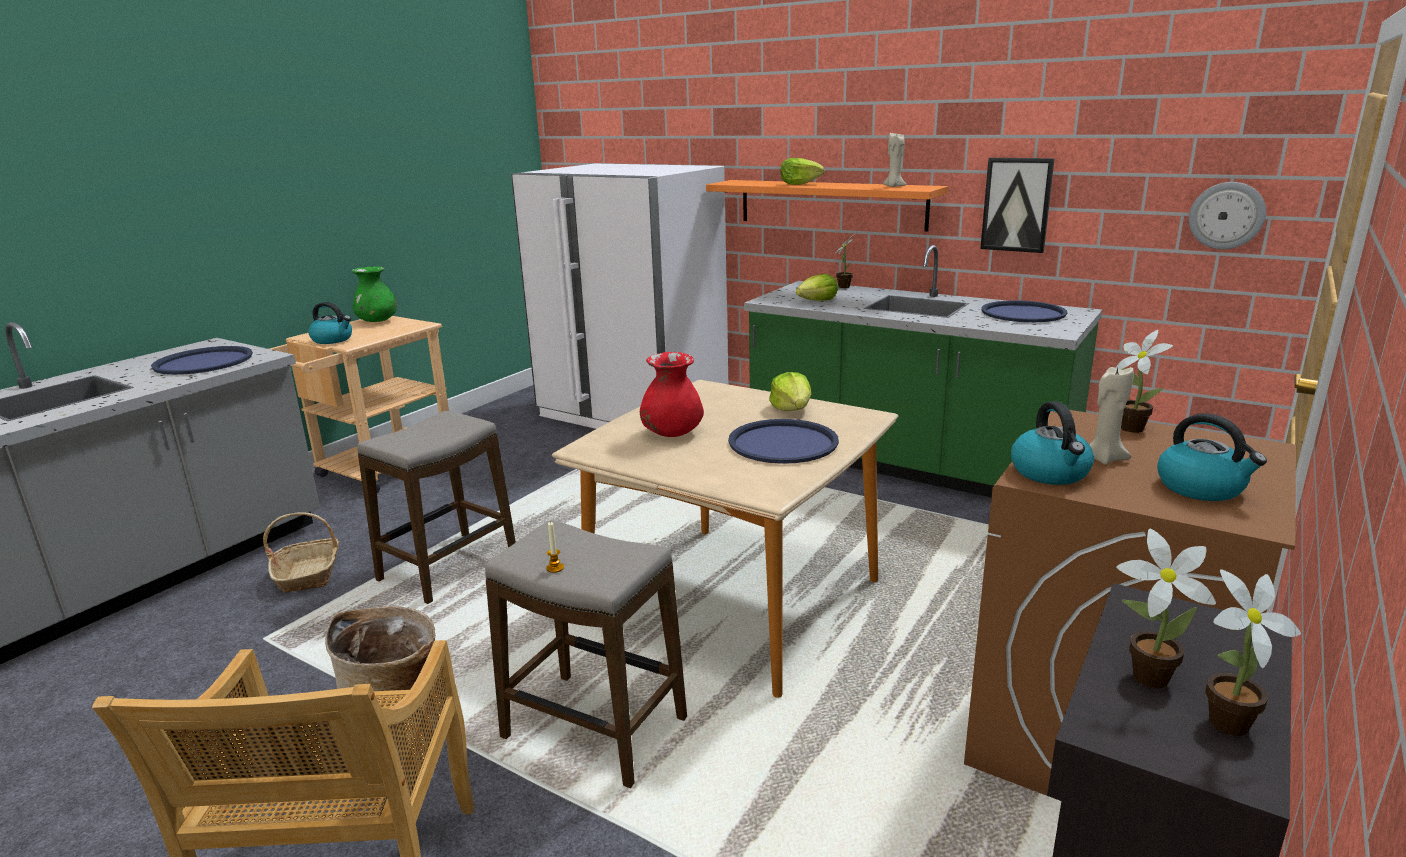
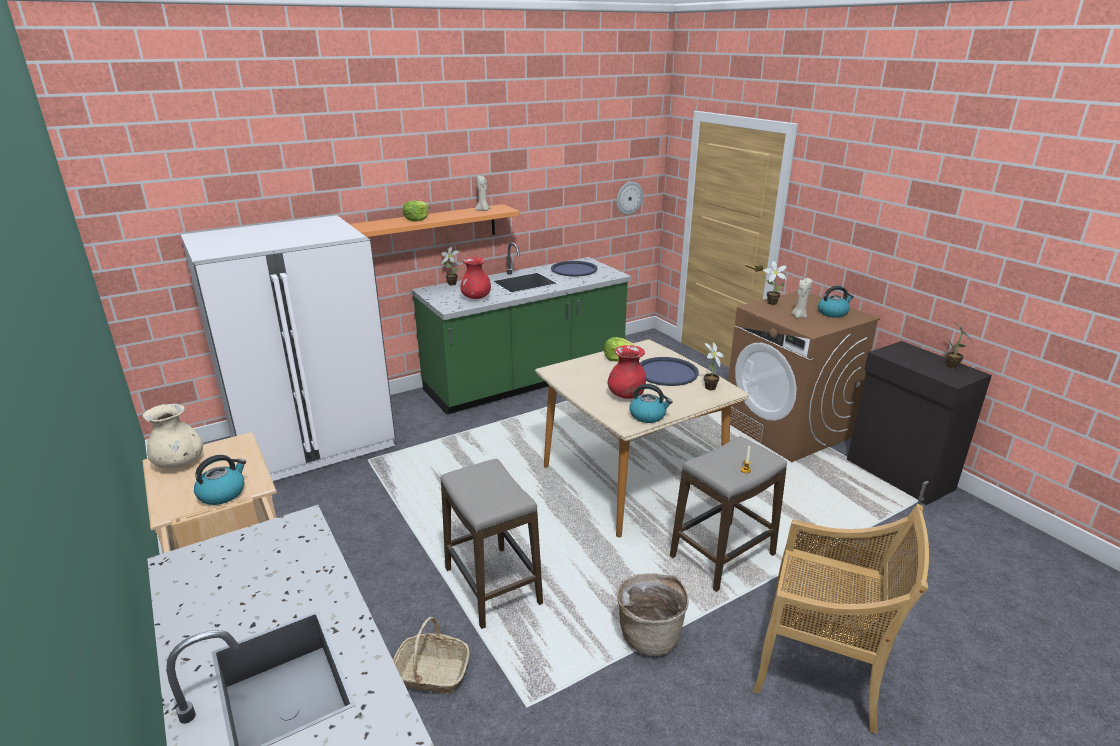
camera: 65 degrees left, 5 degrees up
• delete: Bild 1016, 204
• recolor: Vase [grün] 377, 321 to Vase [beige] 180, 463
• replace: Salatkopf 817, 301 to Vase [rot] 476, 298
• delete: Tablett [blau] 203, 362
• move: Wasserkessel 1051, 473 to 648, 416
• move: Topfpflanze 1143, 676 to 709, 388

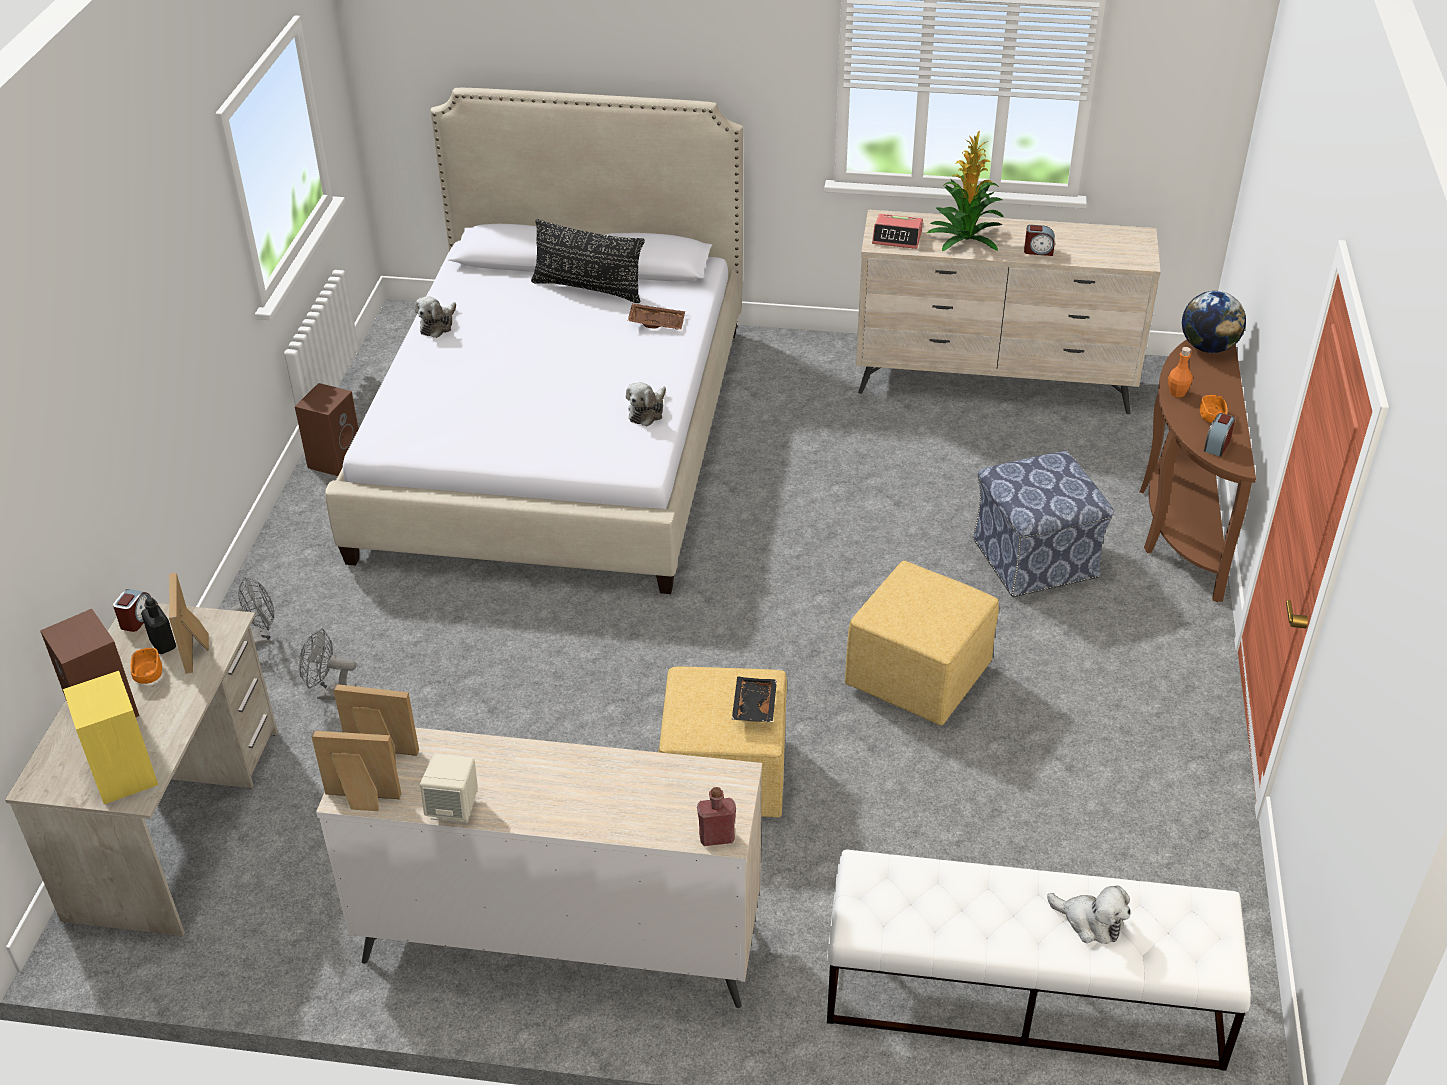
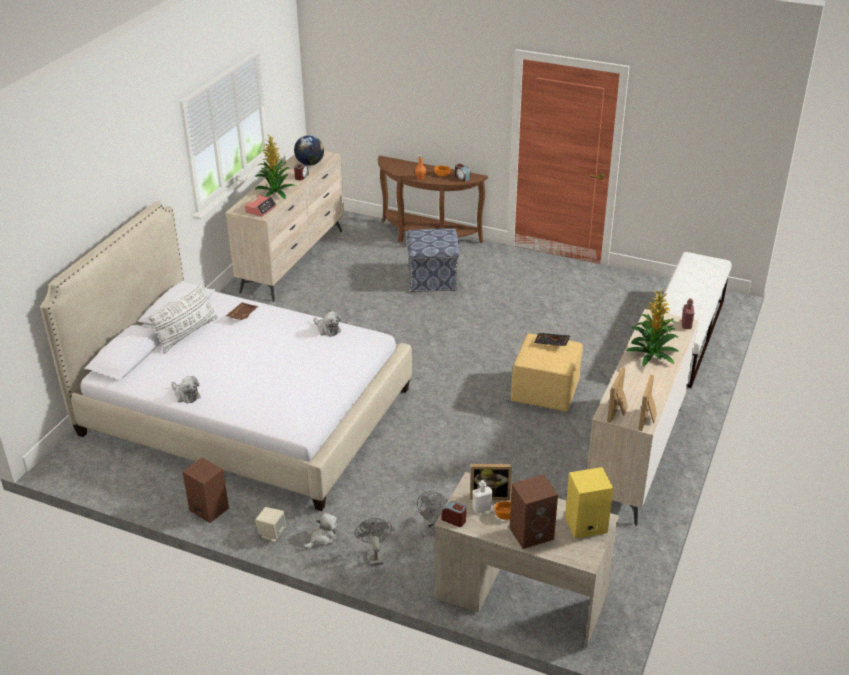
camera: 75 degrees left, 5 degrees down
• recolor: Kissen [schwarz] 588, 288 to Kissen [weiß] 187, 334
• move: Globus 1208, 347 to 310, 163
• delete: Polsterhocker [gelb] 919, 679
• recolor: Flasche [schwarz] 163, 644 to Flasche [weiß] 481, 509
• move: Lautsprecher [beige] 454, 808 to 272, 533
• move: Plüschtier 1090, 922 to 322, 538
• insert: Topfpflanze 652, 354

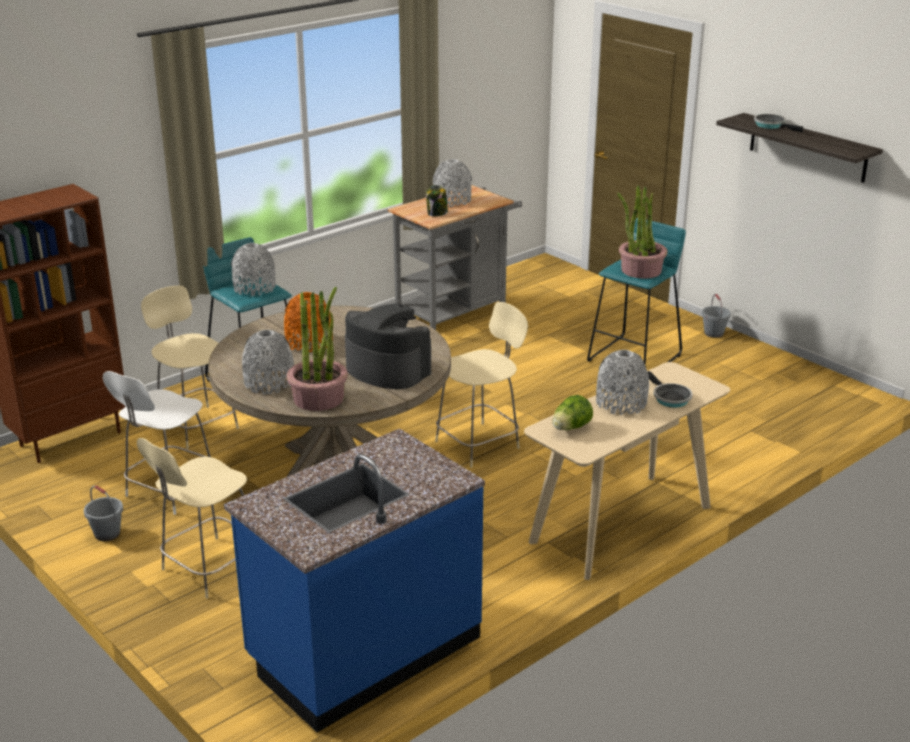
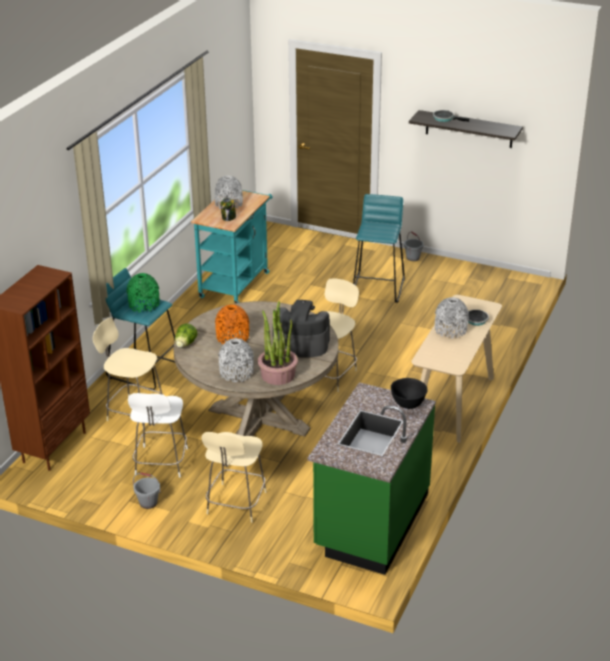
camera: 25 degrees left, 5 degrees up
• recolor: Rollwagen [grau] 456, 313 to Rollwagen [türkis] 236, 282
• delete: Topfpflanze 640, 270
• recolor: Vase [grau] 254, 288 to Vase [grün] 144, 304
• move: Salatkopf 571, 428 to 185, 344
• recolor: Küchenzeile [blau] 363, 650 to Küchenzeile [grün] 370, 522
• insert: Schüssel [schwarz] 407, 404

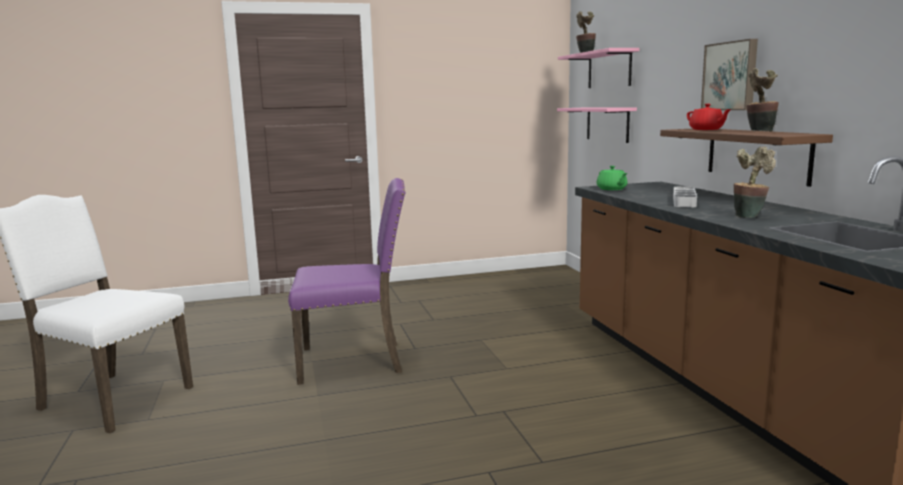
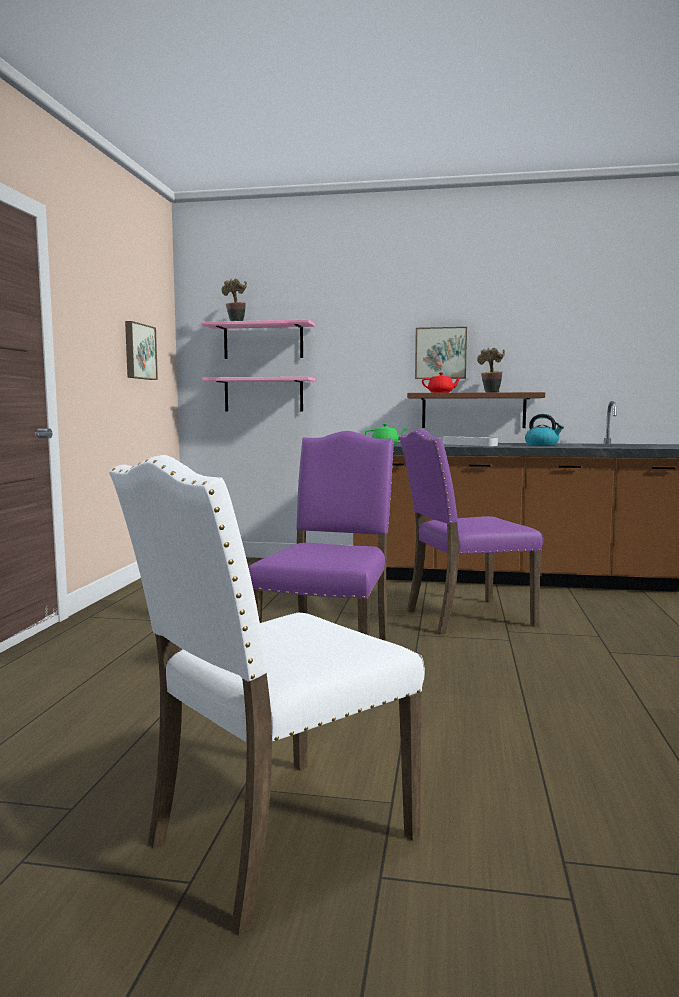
camera: 65 degrees left, 5 degrees down
• replace: Topfpflanze 750, 216 to Wasserkessel 542, 445
• insert: Bild 139, 351
• insert: Stuhl [lila] 465, 617

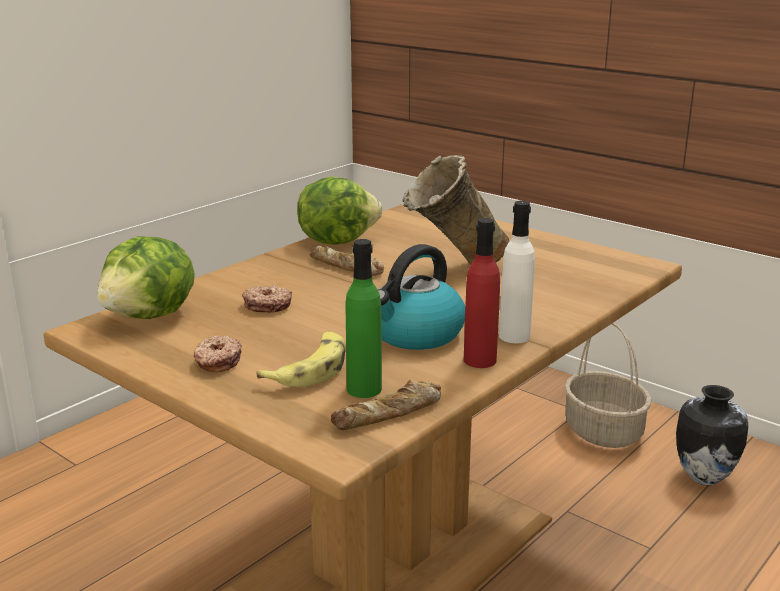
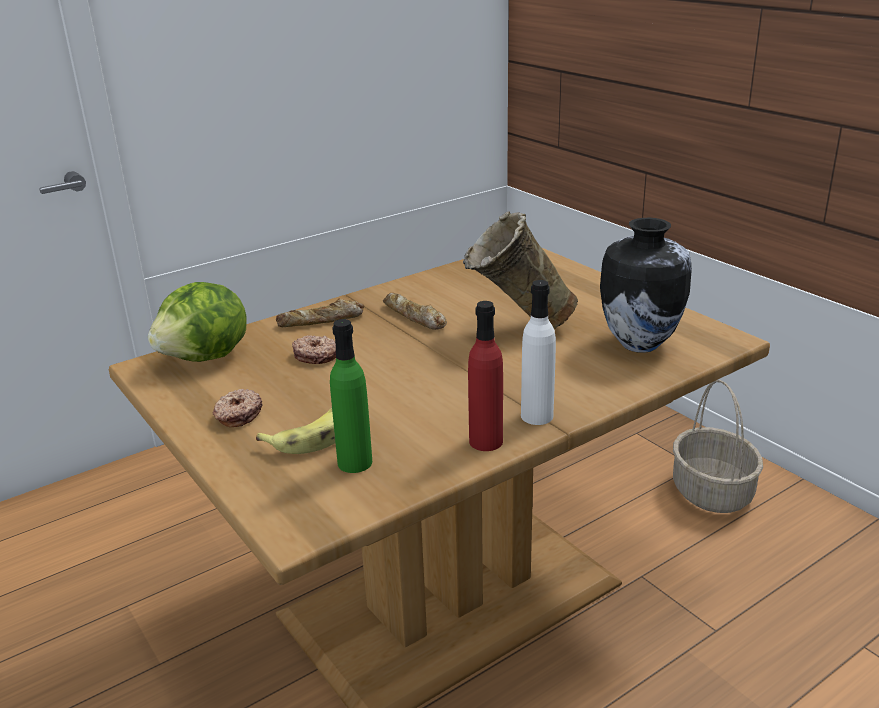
camera: 15 degrees right, 5 degrees up
• delete: Salatkopf 337, 240
• delete: Wasserkessel 415, 334
• move: Brot 389, 414 to 321, 321
• move: Vase 703, 477 to 639, 344

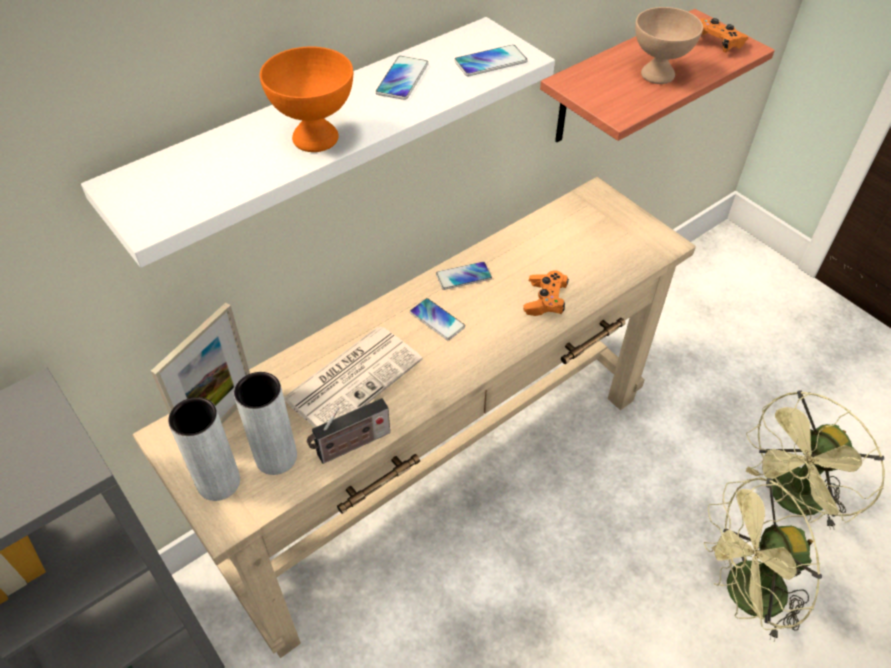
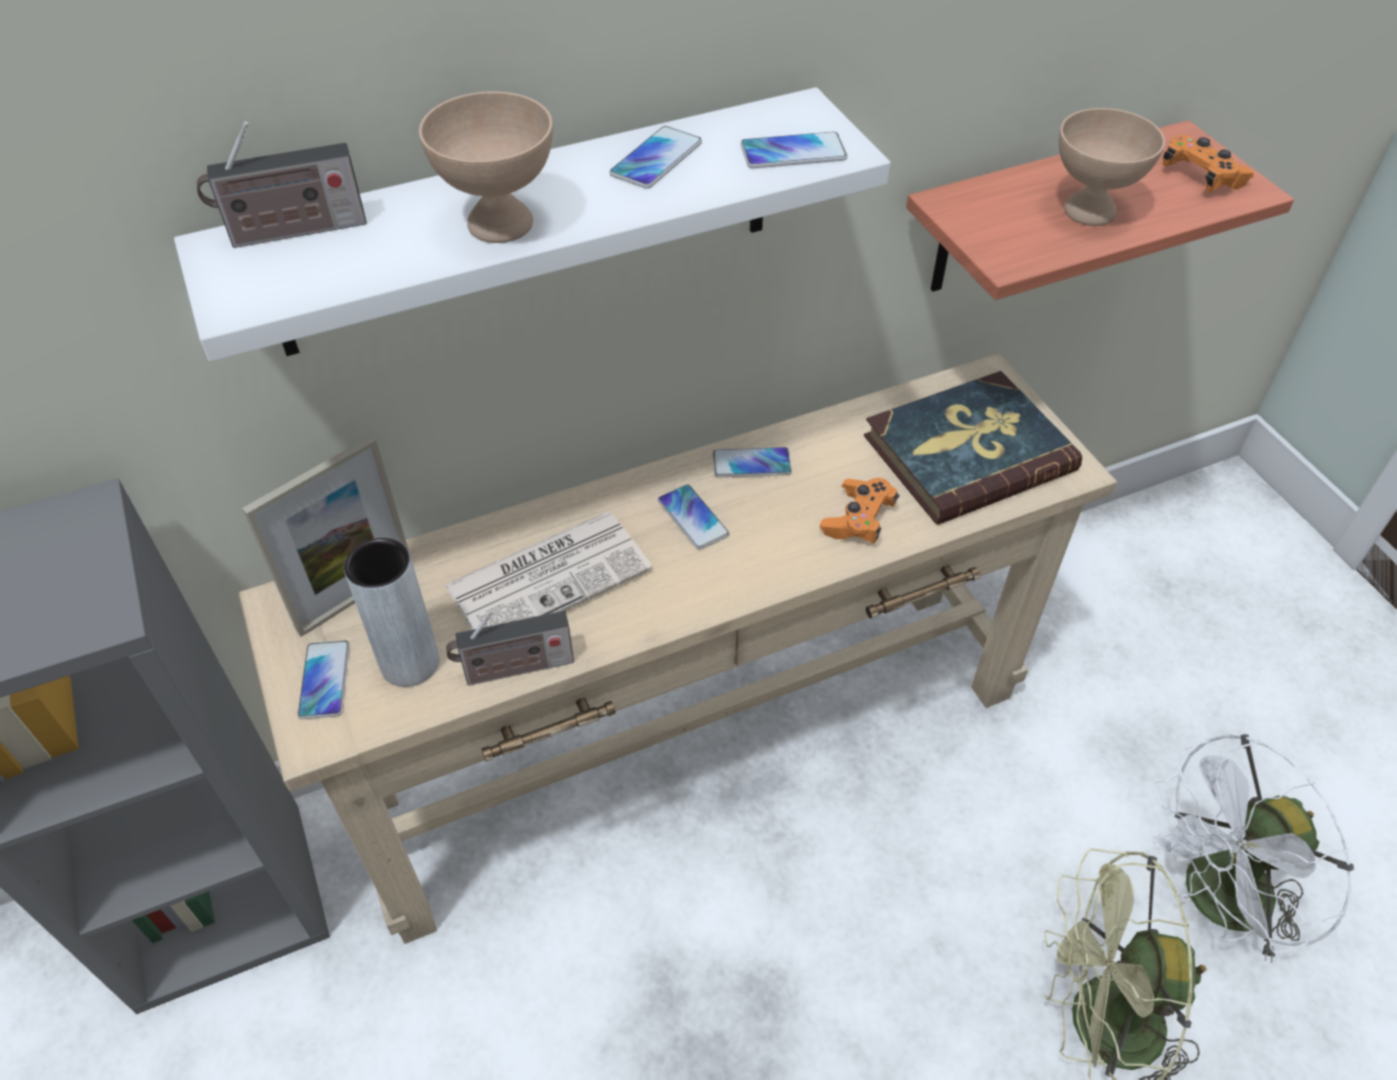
camera: 15 degrees right, 0 degrees up
• recolor: Schüssel [orange] 317, 137 to Schüssel [beige] 503, 223
• recolor: Ventilator [grün] 791, 501 to Ventilator [weiß] 1214, 902
• replace: Vase [grau] 218, 482 to Handy 324, 680
• insert: Radio 292, 232
• insert: Buch 967, 452

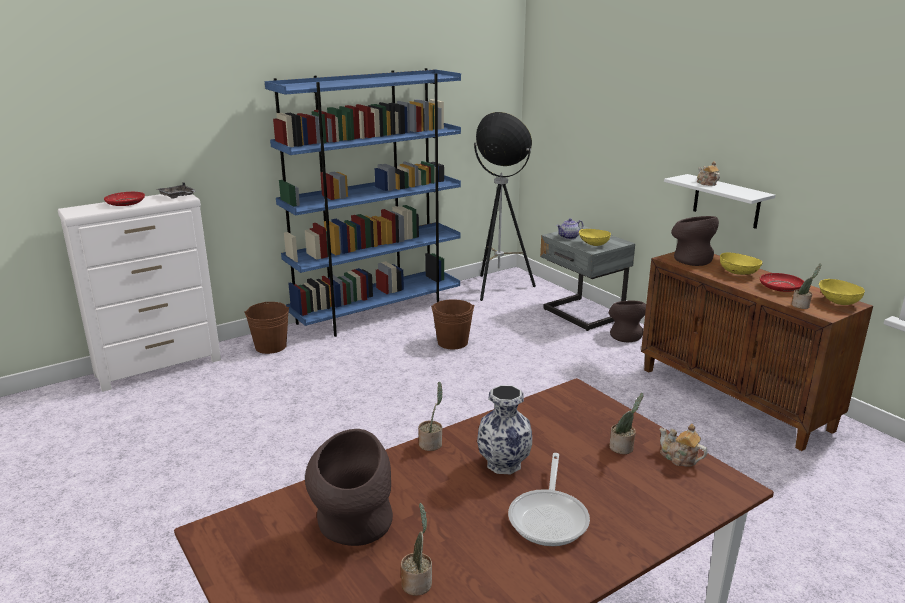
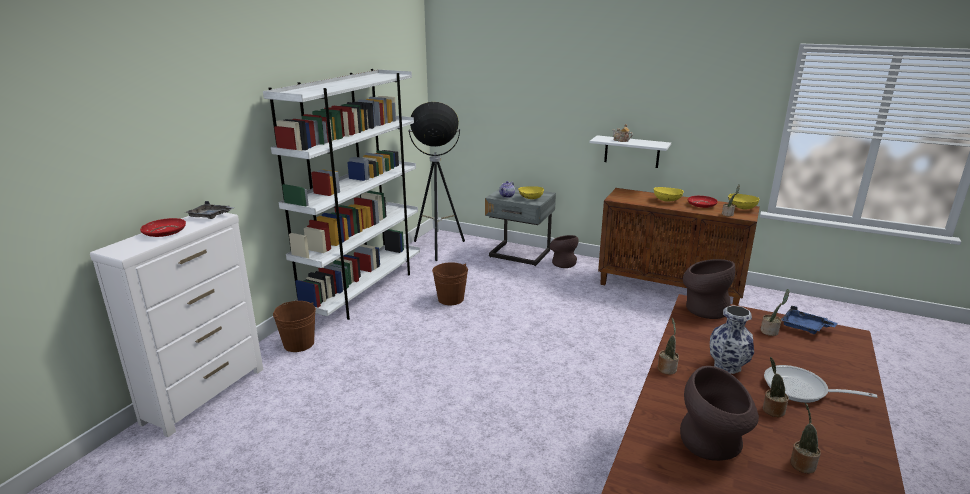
camera: 30 degrees left, 0 degrees up
• recolor: Bücherregal [blau] 377, 313 to Bücherregal [weiß] 363, 291
• move: Vase [braun] 690, 259 to 703, 309
• replace: Teekanne 679, 458 to Tablett [blau] 804, 327
• rotate: Pfanne 549, 517 = 801, 390 135 degrees clockwise
• insert: Topfpflanze 772, 409

